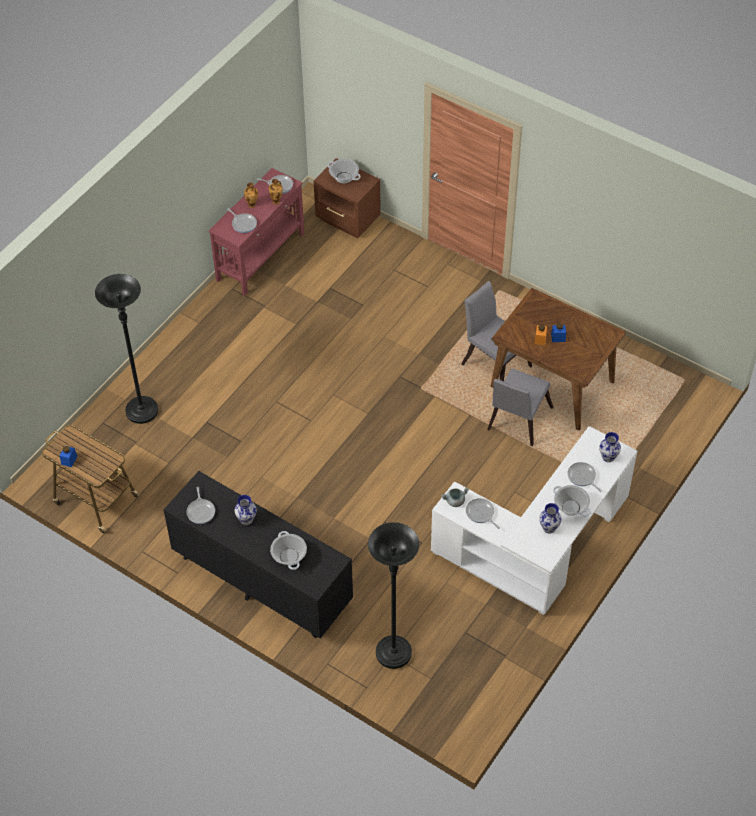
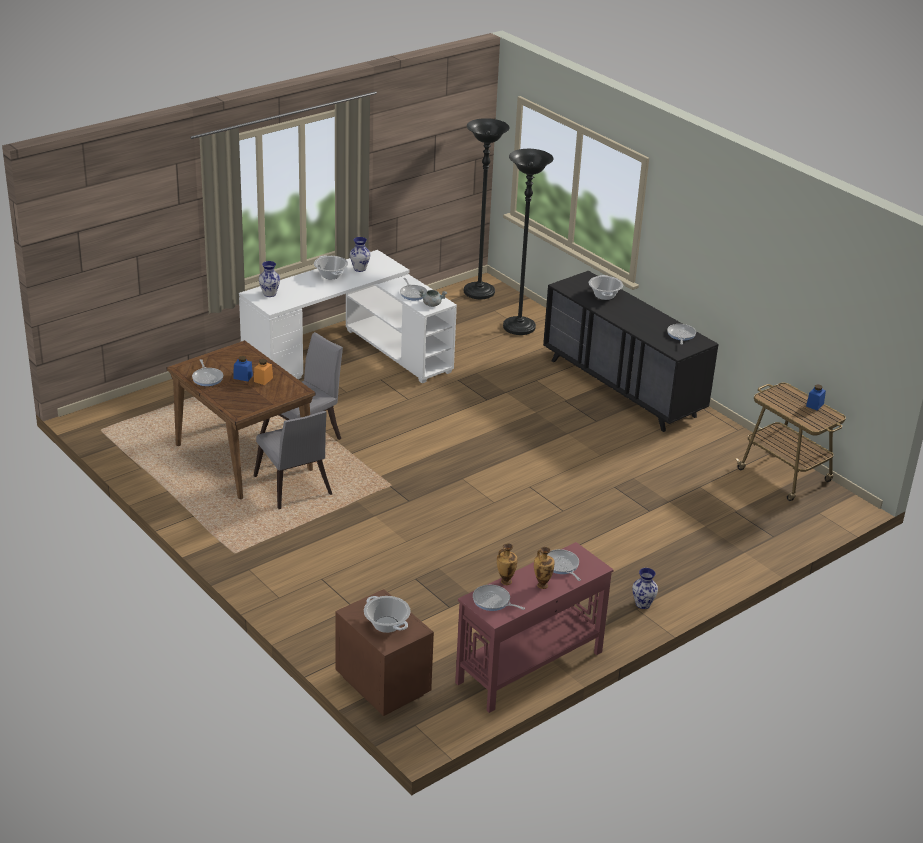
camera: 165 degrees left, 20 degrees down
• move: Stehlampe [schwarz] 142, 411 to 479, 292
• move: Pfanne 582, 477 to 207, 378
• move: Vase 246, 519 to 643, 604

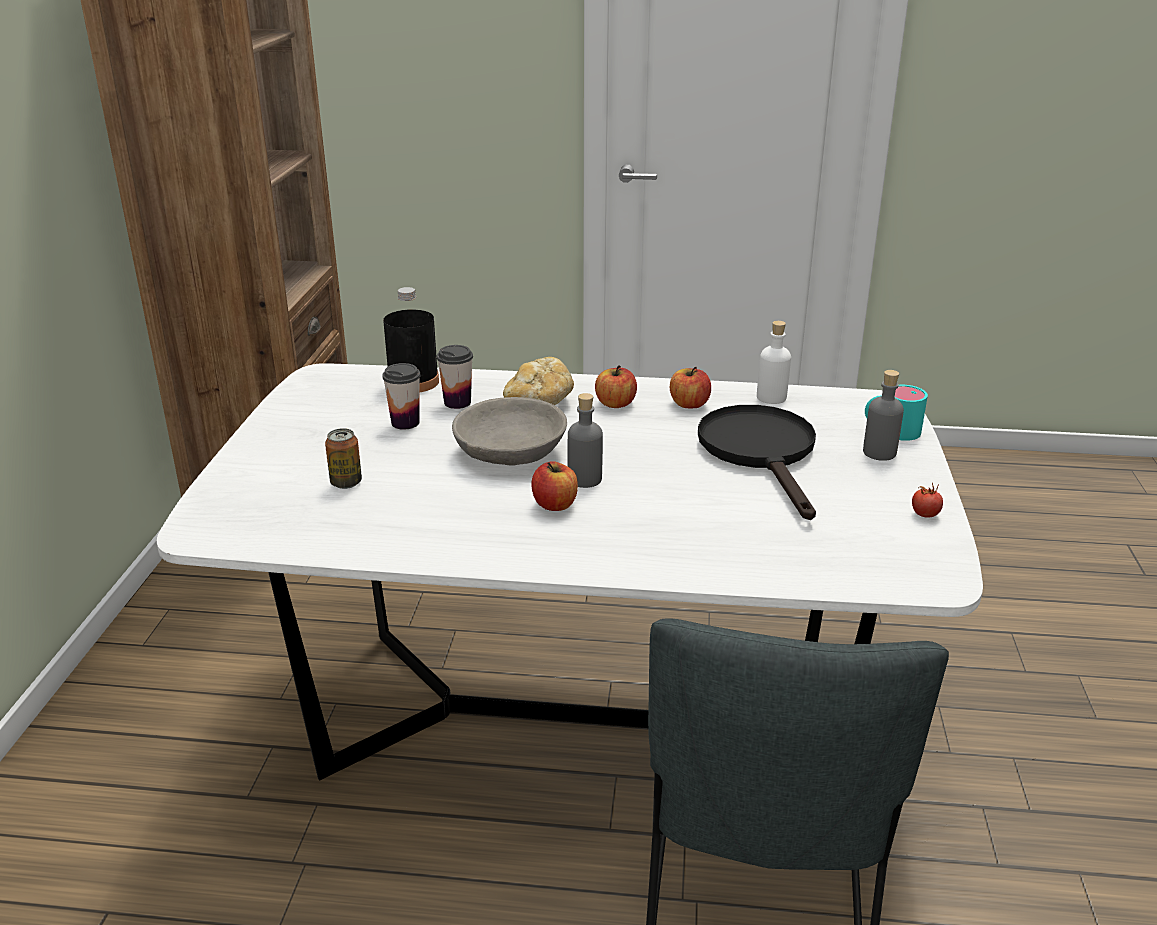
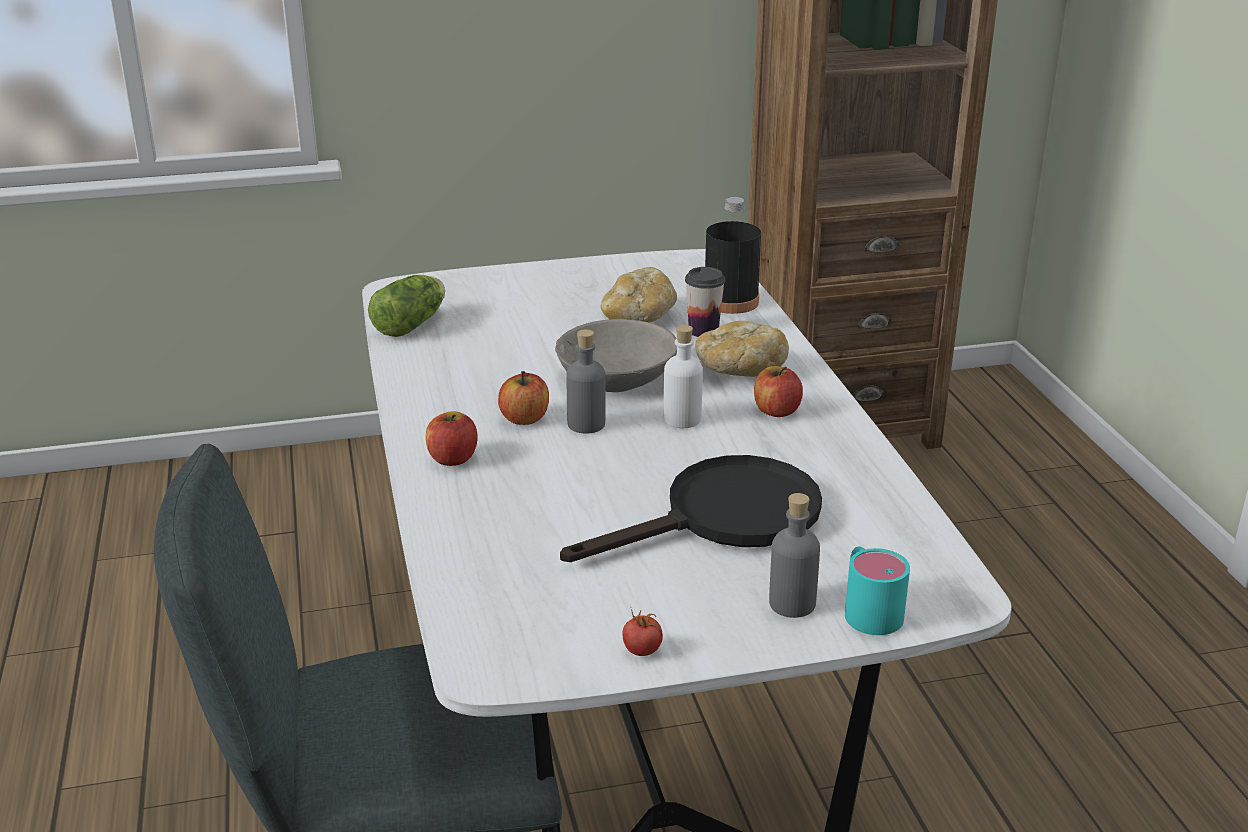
camera: 70 degrees right, 0 degrees up
• move: Flasche [weiß] 771, 397 to 682, 419
• replace: Tasse 405, 423 to Brot 639, 318
• move: Apfel 689, 404 to 452, 459
• delete: Dose 346, 483
• insert: Salatkopf 413, 324

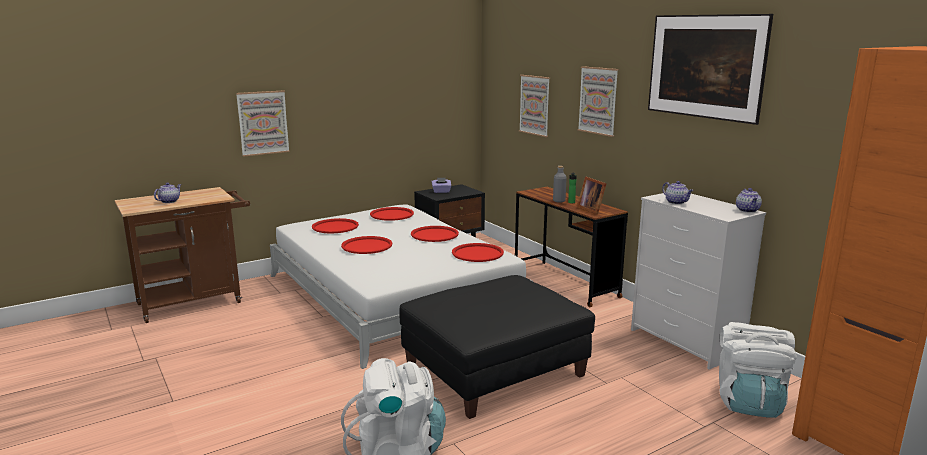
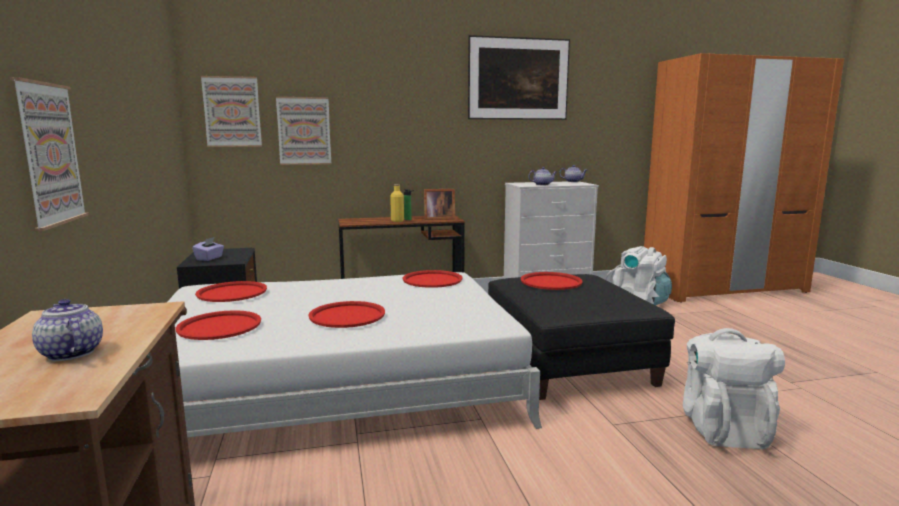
camera: 70 degrees left, 5 degrees down
• move: Bild 598, 100 to 232, 112
• recolor: Flasche [grau] 559, 201 to Flasche [gelb] 397, 221
• move: Tablett [rot] 434, 235 to 551, 282

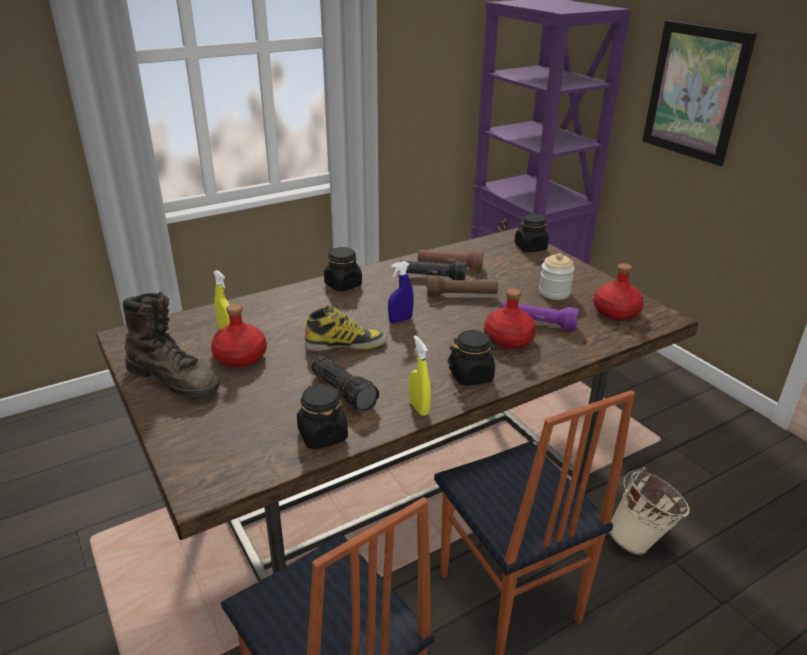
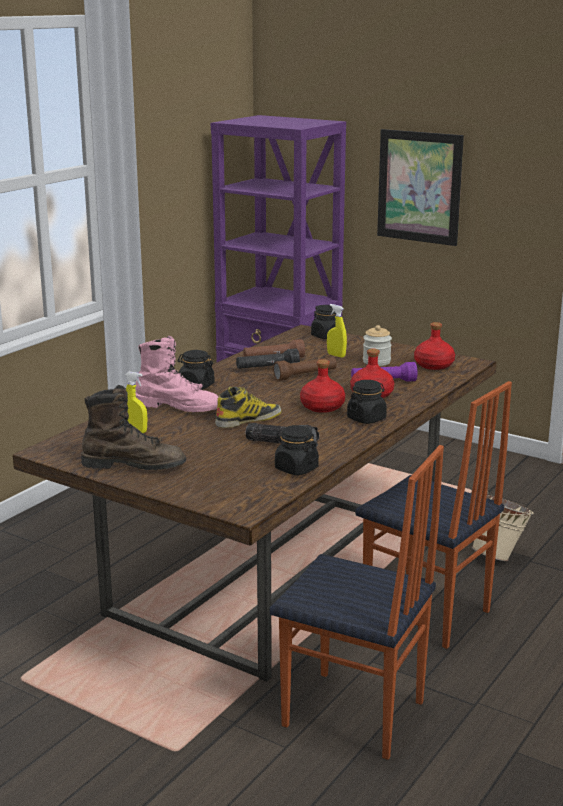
camera: 25 degrees left, 10 degrees down
• delete: Sprühflasche [blau] 400, 320
• move: Flasche [rot] 240, 357 to 322, 407
• move: Sprühflasche [gelb] 419, 408 to 336, 355
• insert: Stiefel [rosa] 178, 407

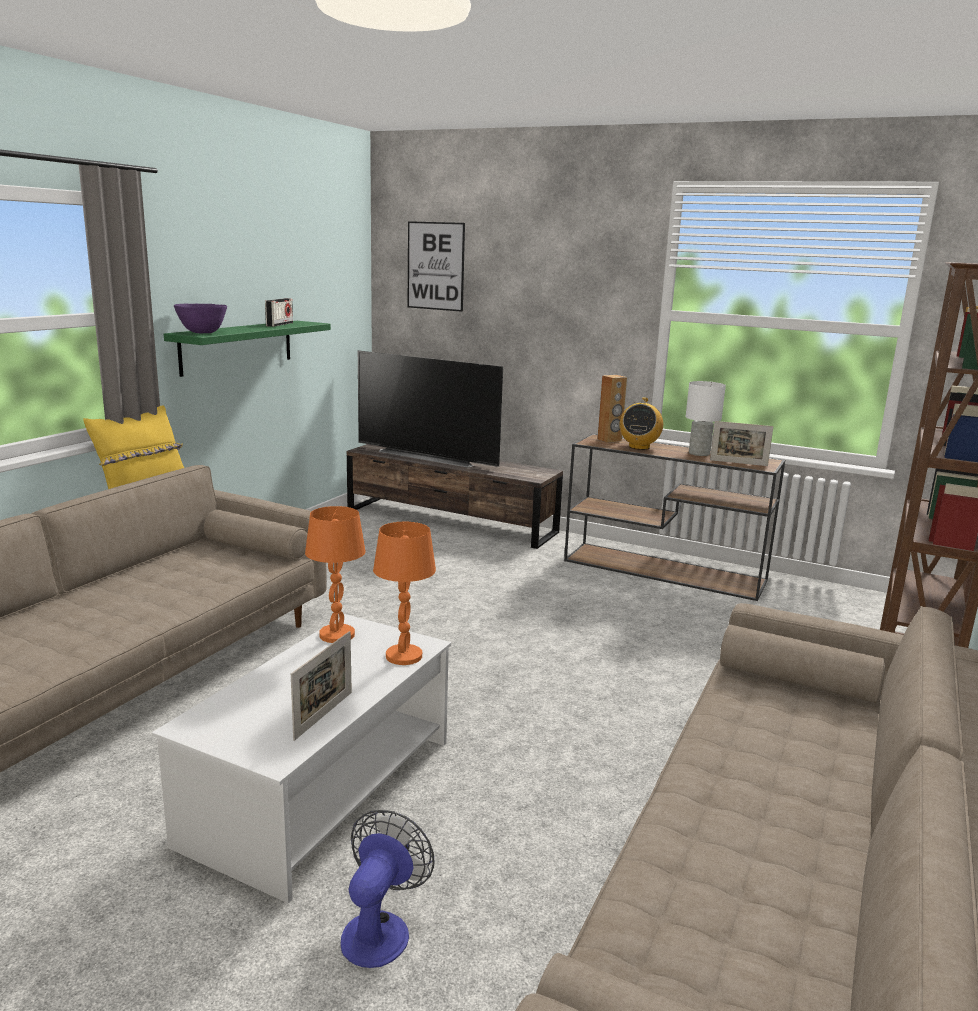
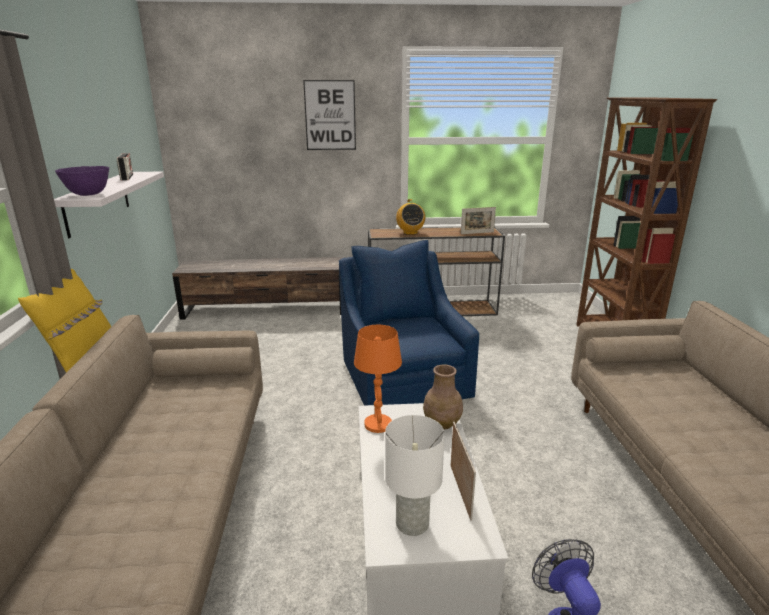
camera: 30 degrees left, 5 degrees up
• move: Bild 435, 266 to 330, 115
• recolor: Wandregal [grün] 237, 346 to Wandregal [weiß] 98, 202
• delete: Fernseher 429, 456
• delete: Lautsprecher [braun] 609, 440
• move: Tischlampe [weiß] 699, 453 to 413, 523
• replace: Tischlampe [orange] 404, 656 to Vase [braun] 442, 423
• insert: Sessel [blau] 403, 377

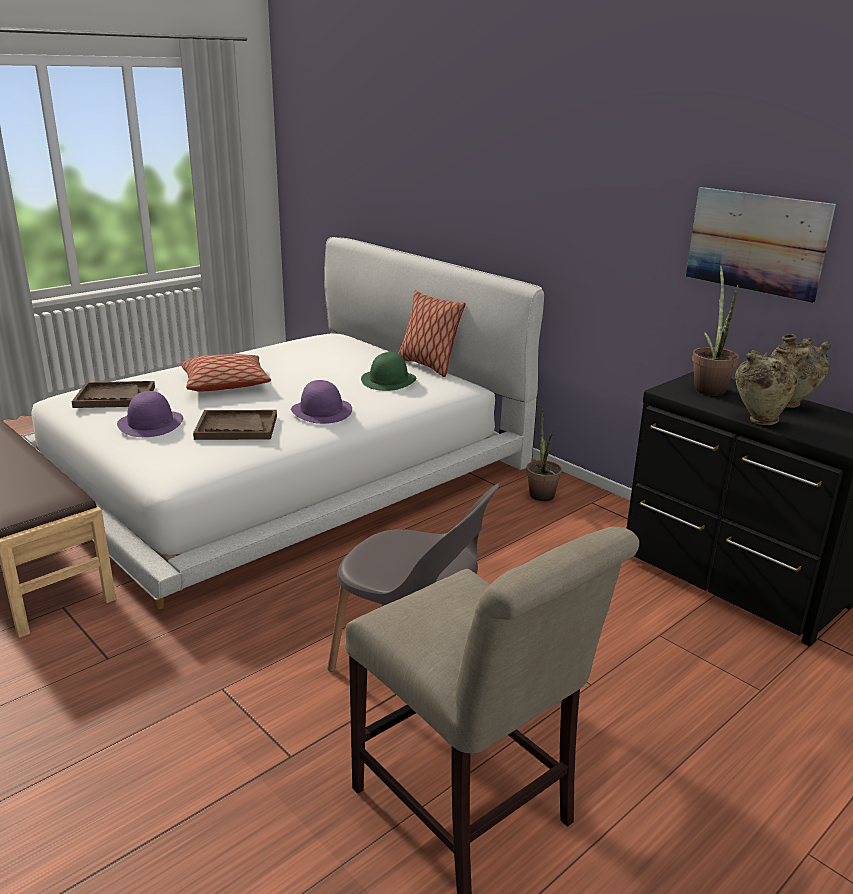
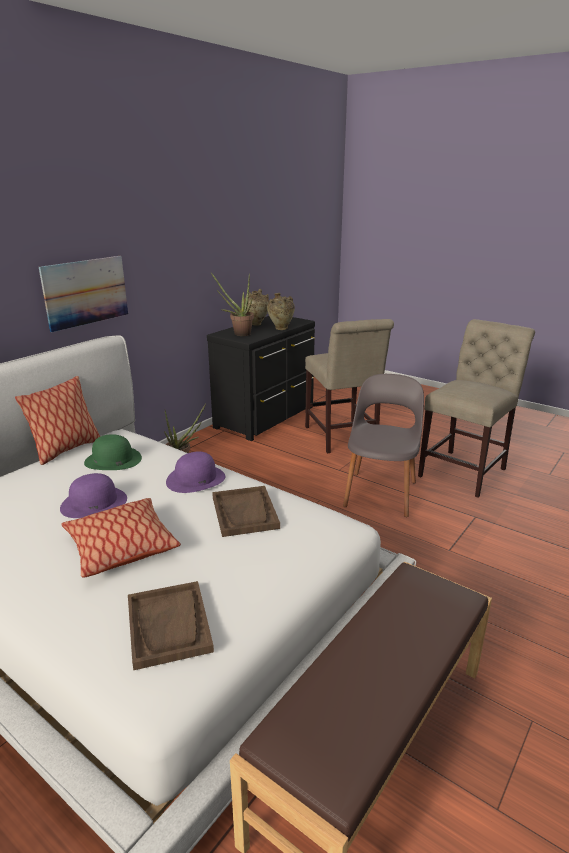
camera: 100 degrees left, 0 degrees up
• move: Bild 756, 242 to 86, 292
• move: Hut [lila] 151, 423 to 94, 502
• insert: Stuhl [beige] 342, 438

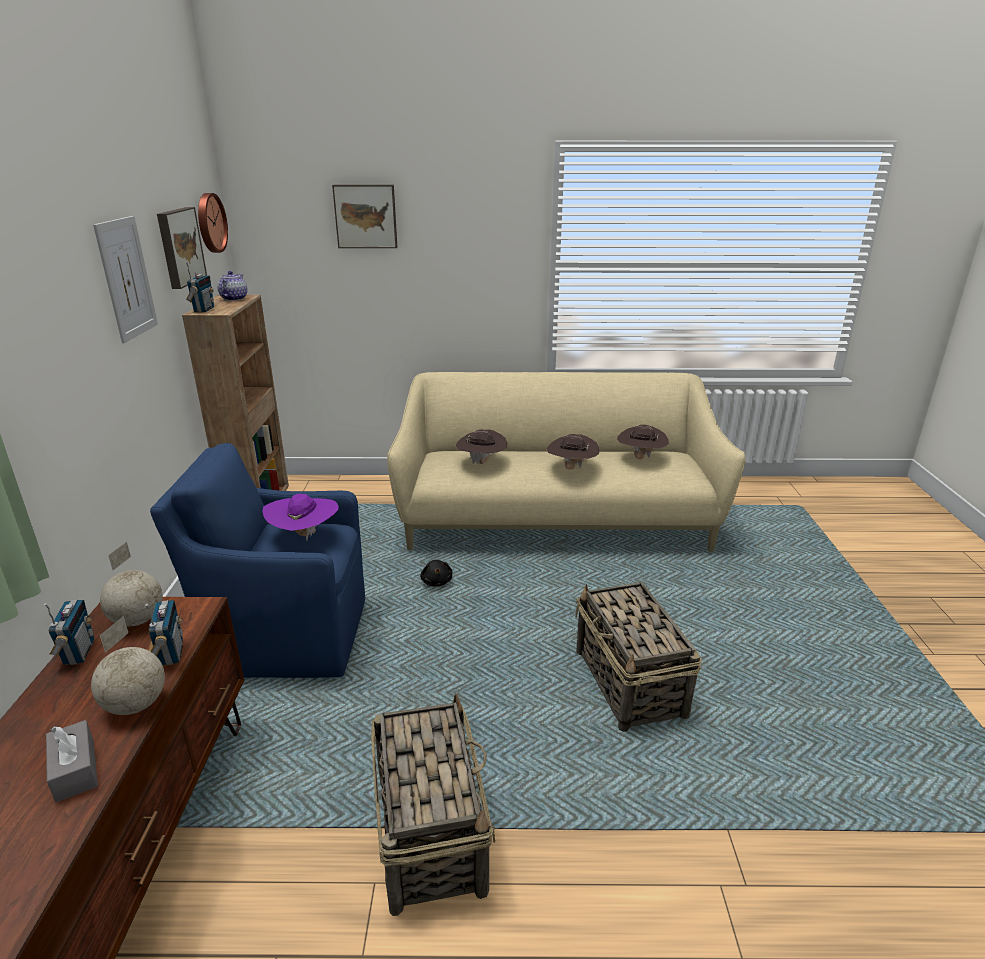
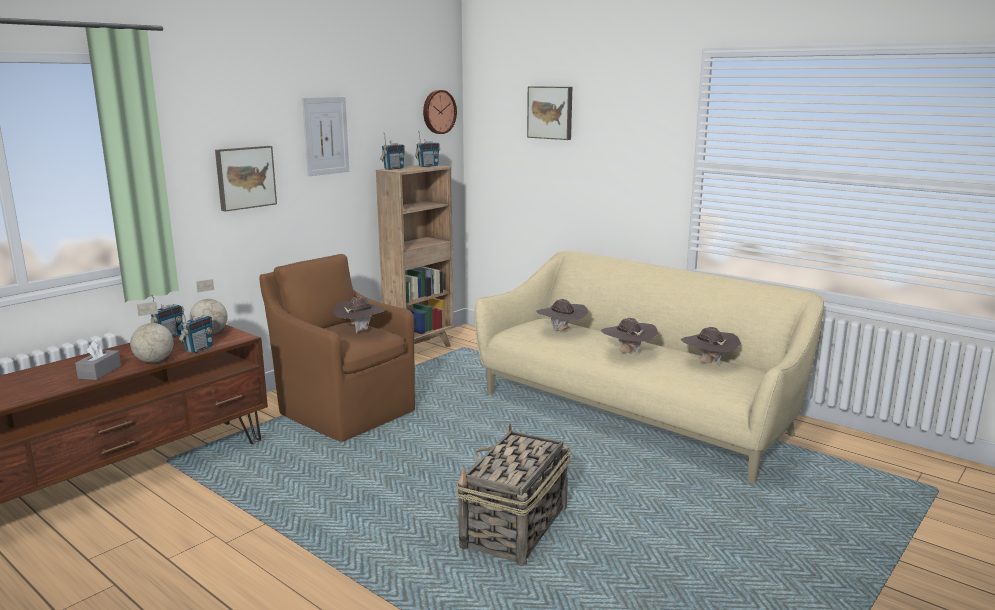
camera: 40 degrees right, 10 degrees down
• move: Bild 179, 247 to 245, 177
• replace: Teekanne 234, 299 to Radio 428, 166
• recolor: Sessel [blau] 287, 635 to Sessel [braun] 345, 411
• recolor: Hut [lila] 304, 535 to Hut [braun] 360, 330
• delete: Plüschtier [schwarz] 437, 581
• delete: Korb 430, 832

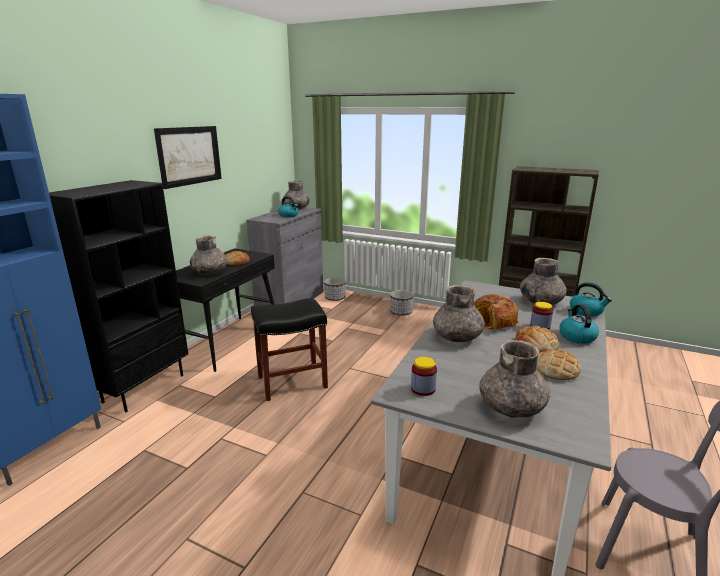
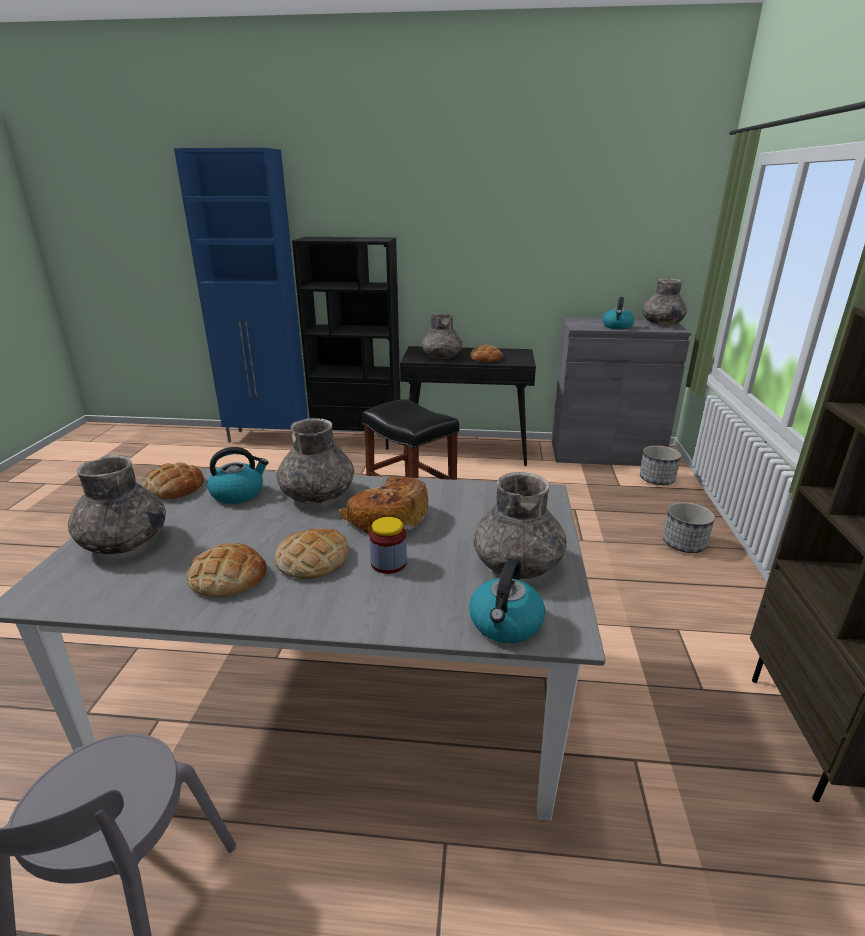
camera: 70 degrees right, 5 degrees up
• delete: Bild 189, 155
• move: Wasserkessel 576, 336 to 238, 493
• replace: Vorratsglas 423, 389 to Brot 174, 487

